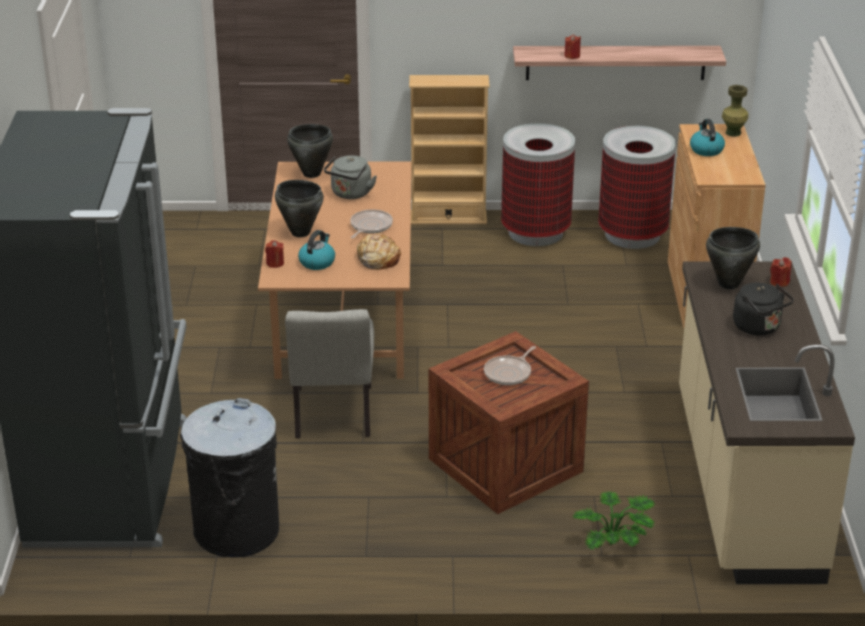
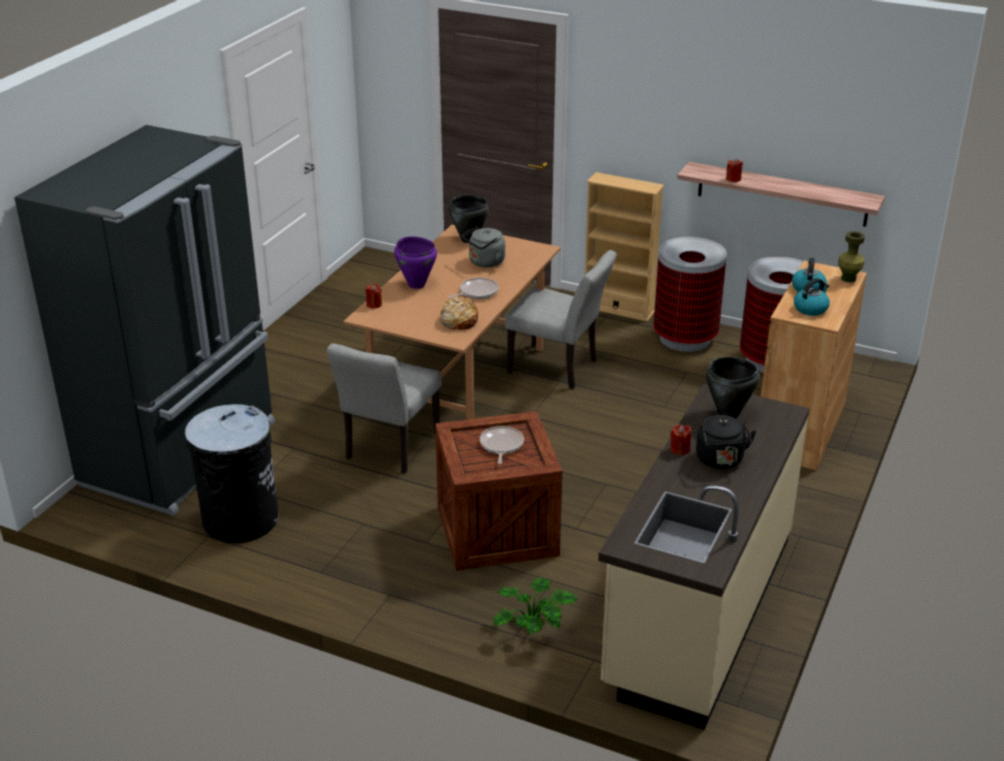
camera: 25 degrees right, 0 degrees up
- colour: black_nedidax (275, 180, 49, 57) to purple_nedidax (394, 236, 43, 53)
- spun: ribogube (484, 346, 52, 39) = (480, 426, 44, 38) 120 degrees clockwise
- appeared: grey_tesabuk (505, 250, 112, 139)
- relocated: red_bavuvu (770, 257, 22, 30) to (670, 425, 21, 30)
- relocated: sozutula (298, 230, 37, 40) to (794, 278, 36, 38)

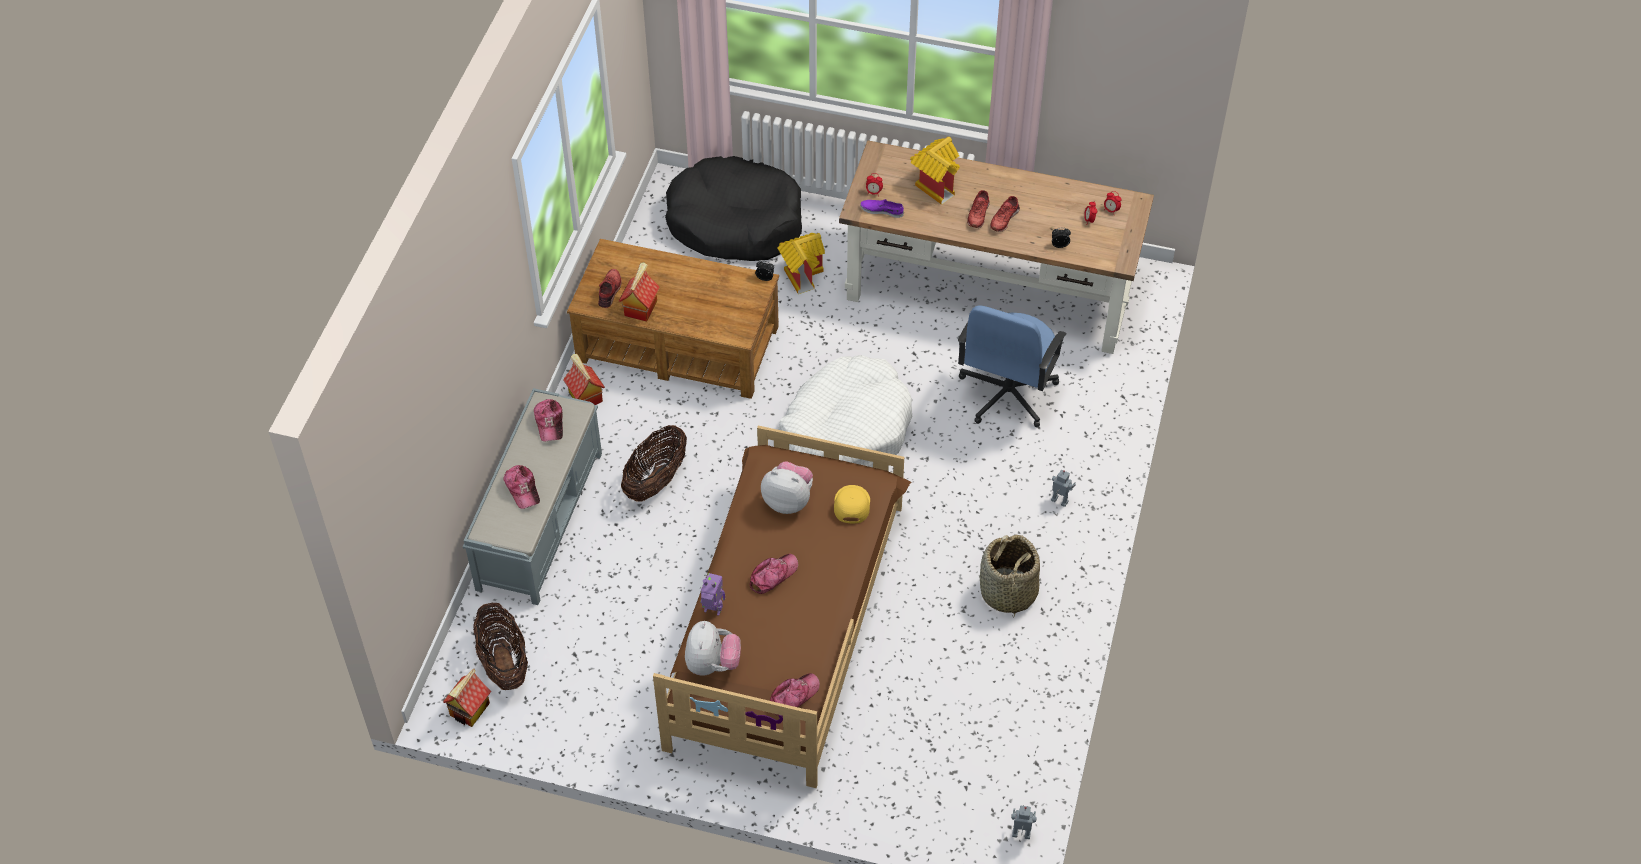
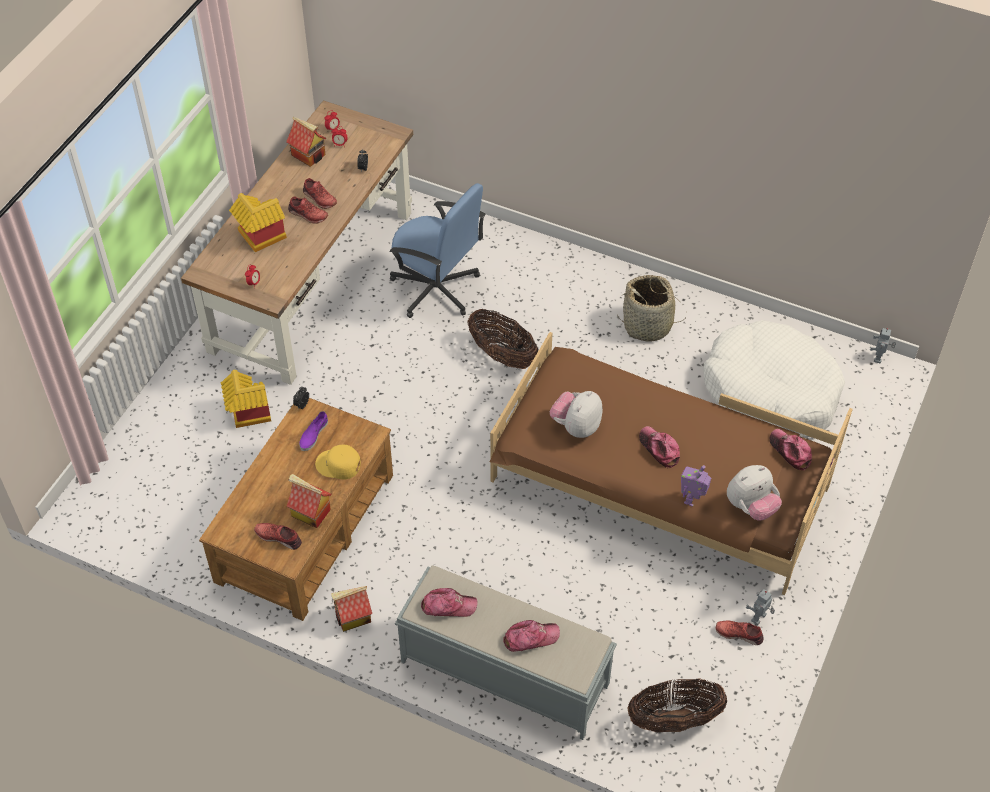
camera: 80 degrees left, 0 degrees up
- relocated: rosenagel (443, 669, 48, 58) to (286, 117, 41, 50)
- relocated: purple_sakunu (860, 199, 44, 19) to (299, 411, 29, 40)
- relocated: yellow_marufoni (834, 485, 36, 38) to (315, 445, 46, 35)
- relocated: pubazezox (621, 425, 66, 77) to (467, 309, 72, 60)
- relocated: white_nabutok (778, 355, 134, 112) to (704, 320, 141, 118)
- appeared: red_sakunu (715, 621, 49, 24)
- spun: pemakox (685, 621, 56, 55) = (727, 465, 55, 56) 135 degrees clockwise
- relocated: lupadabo (1051, 470, 25, 37) to (746, 589, 29, 36)
- missing: black_nabutok (665, 156, 137, 105)

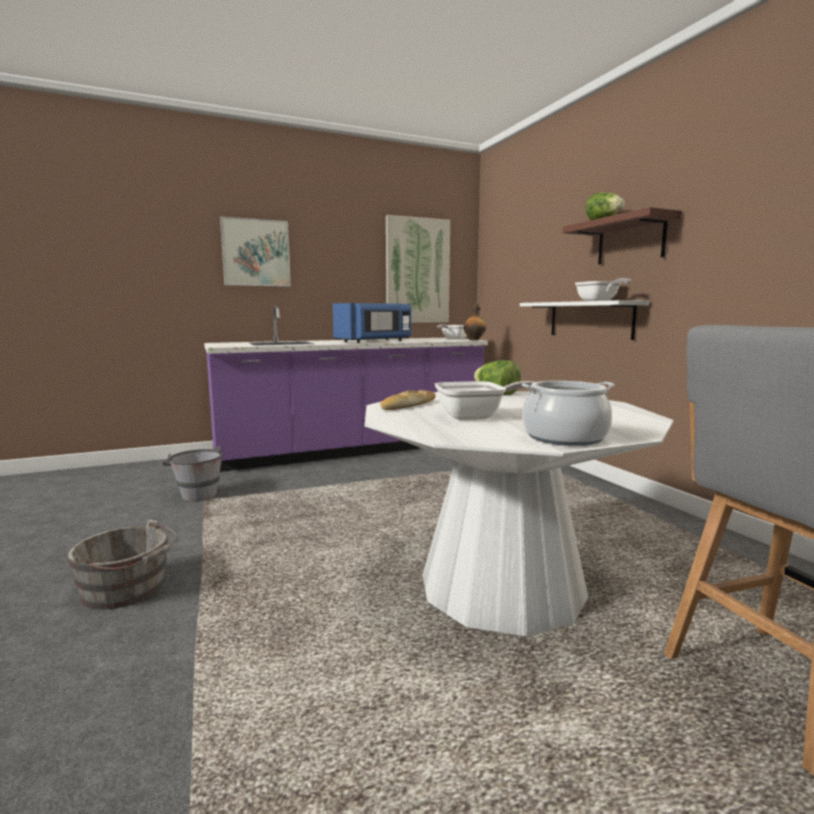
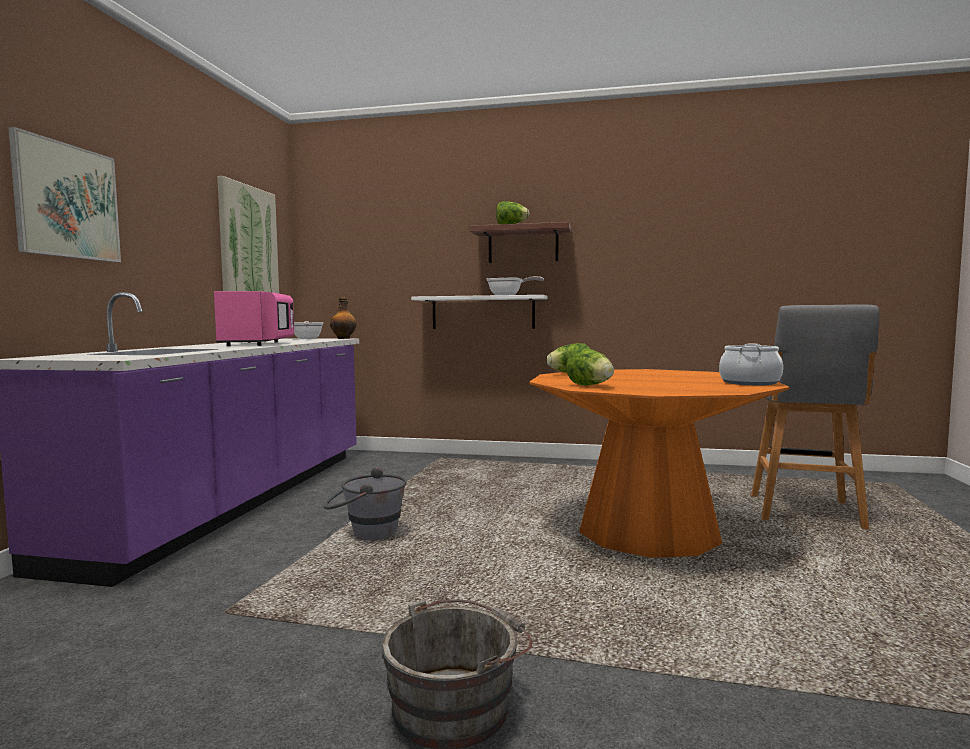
camera: 55 degrees left, 5 degrees down
- colour: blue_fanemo (333, 303, 78, 40) to pink_fanemo (214, 291, 80, 55)
- relocated: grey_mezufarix (162, 446, 61, 55) to (324, 467, 83, 73)
- colour: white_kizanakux (365, 391, 309, 245) to orange_kizanakux (529, 369, 261, 189)
- exchanged: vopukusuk (380, 390, 56, 20) to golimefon (566, 348, 48, 38)
- missing: ribogube (435, 381, 99, 39)

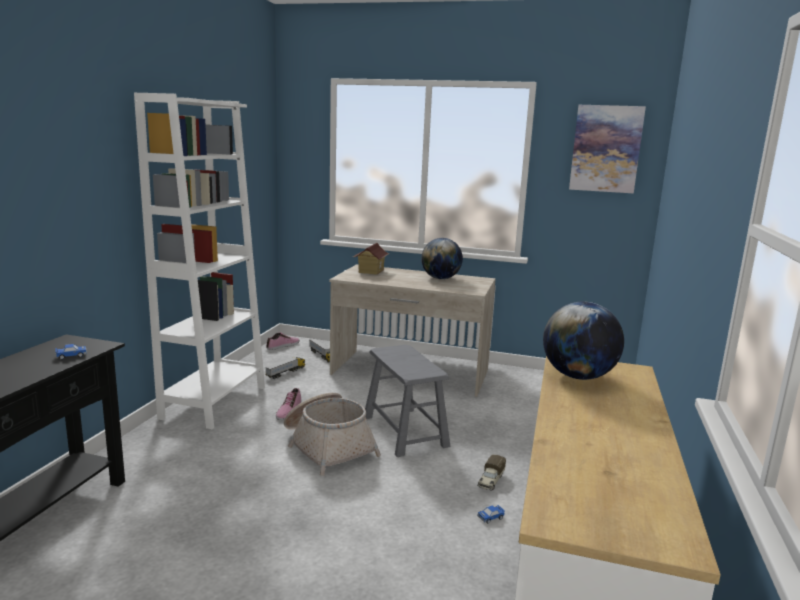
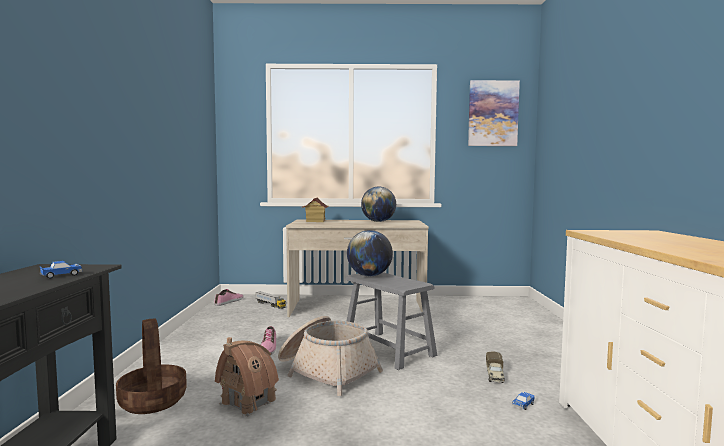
camera: 15 degrees left, 10 degrees down
- appeared: pubazezox (116, 318, 71, 96)
- appeared: rosenagel (215, 337, 64, 79)
- relocated: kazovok (543, 302, 81, 78) to (347, 230, 46, 46)
- missing: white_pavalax (134, 93, 131, 336)
- missing: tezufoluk (265, 357, 40, 22)

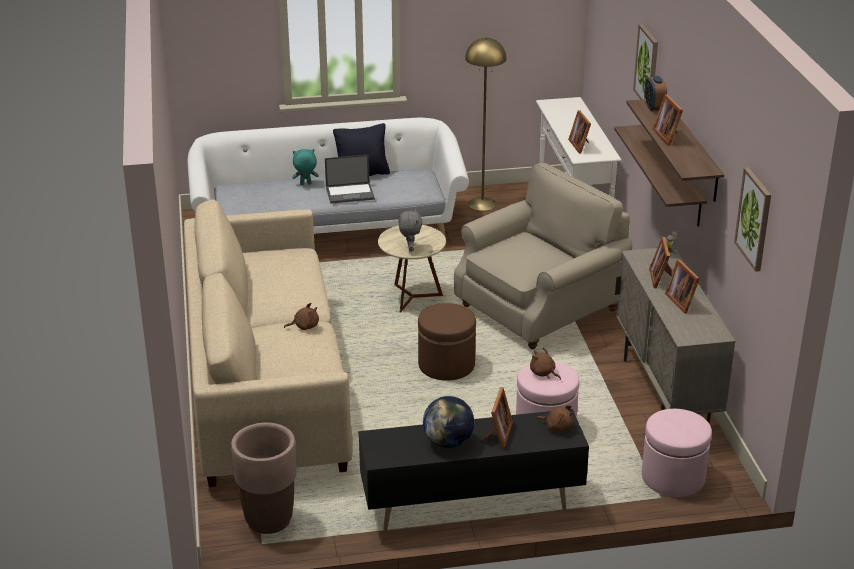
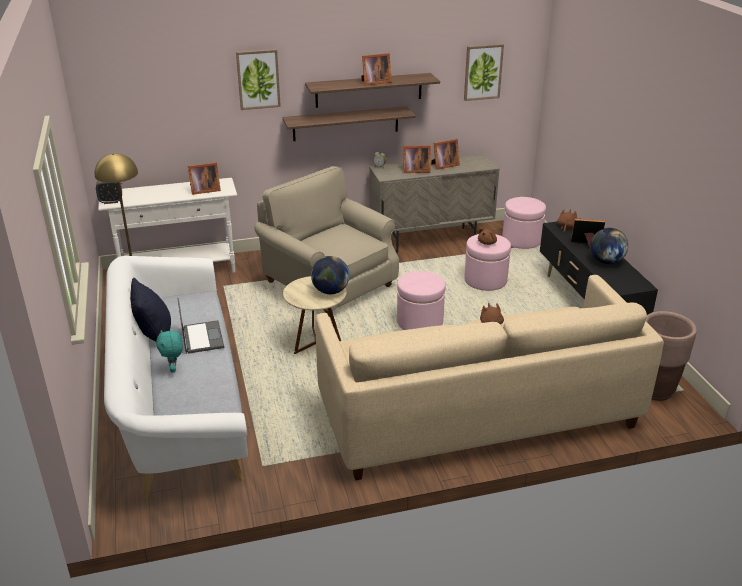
camera: 95 degrees left, 0 degrees up
- relocated: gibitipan (644, 76, 23, 36) to (96, 181, 26, 23)
- exchanged: grey_pemakox (398, 209, 25, 42) to kazovok (311, 256, 39, 38)
- colour: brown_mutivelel (418, 303, 58, 78) to pink_mutivelel (397, 271, 49, 59)

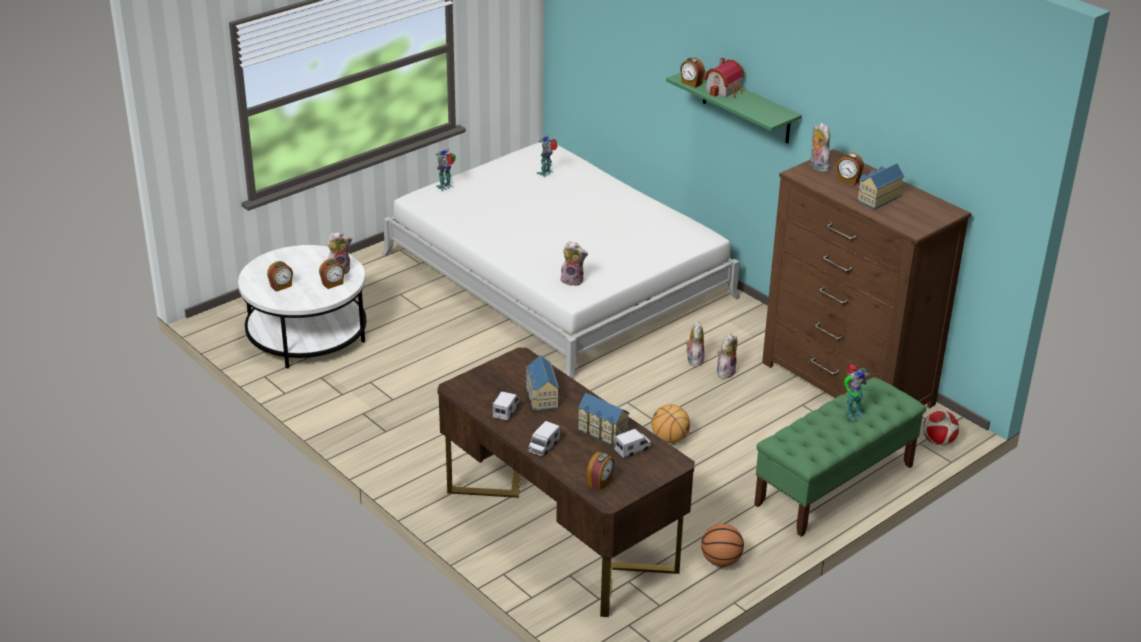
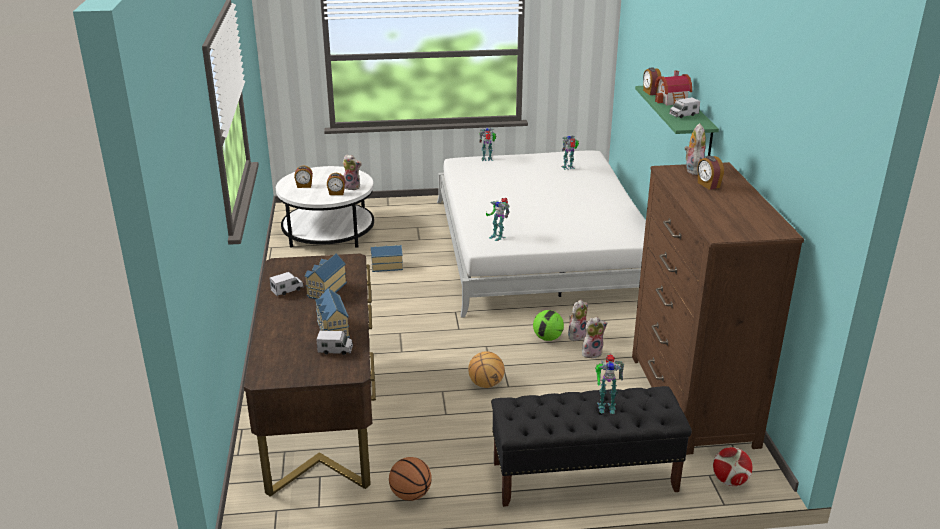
camera: 35 degrees right, 5 degrees down
- relocated: rosenagel (857, 163, 47, 46) to (371, 245, 32, 27)
- exchanged: pemakox (560, 241, 28, 45) to lupadabo (486, 198, 24, 43)
- colour: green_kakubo (754, 377, 172, 160) to black_kakubo (491, 386, 201, 121)
- appeared: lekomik (533, 310, 31, 31)
- relocated: tezufoluk (528, 421, 32, 35) to (669, 97, 31, 21)
- missing: gibitipan (587, 452, 27, 39)

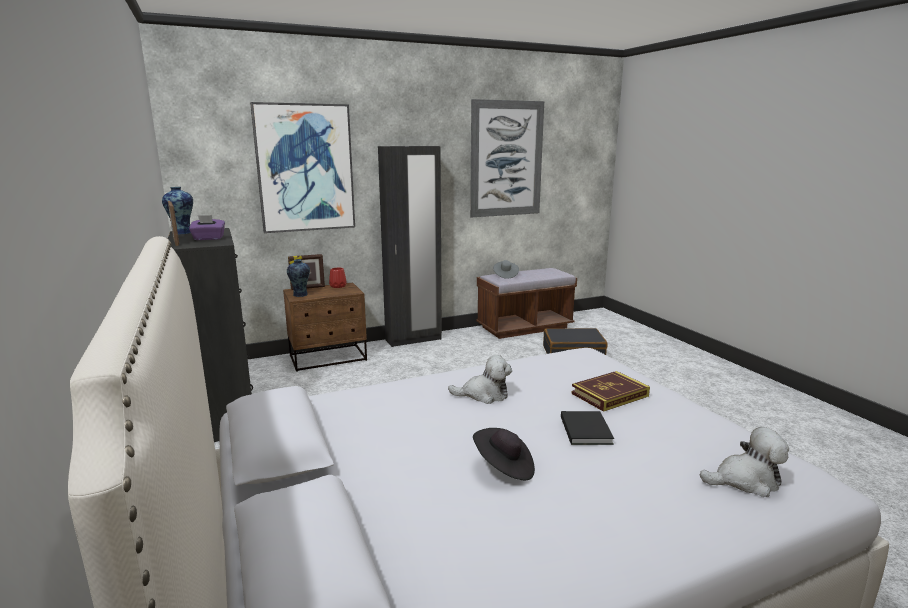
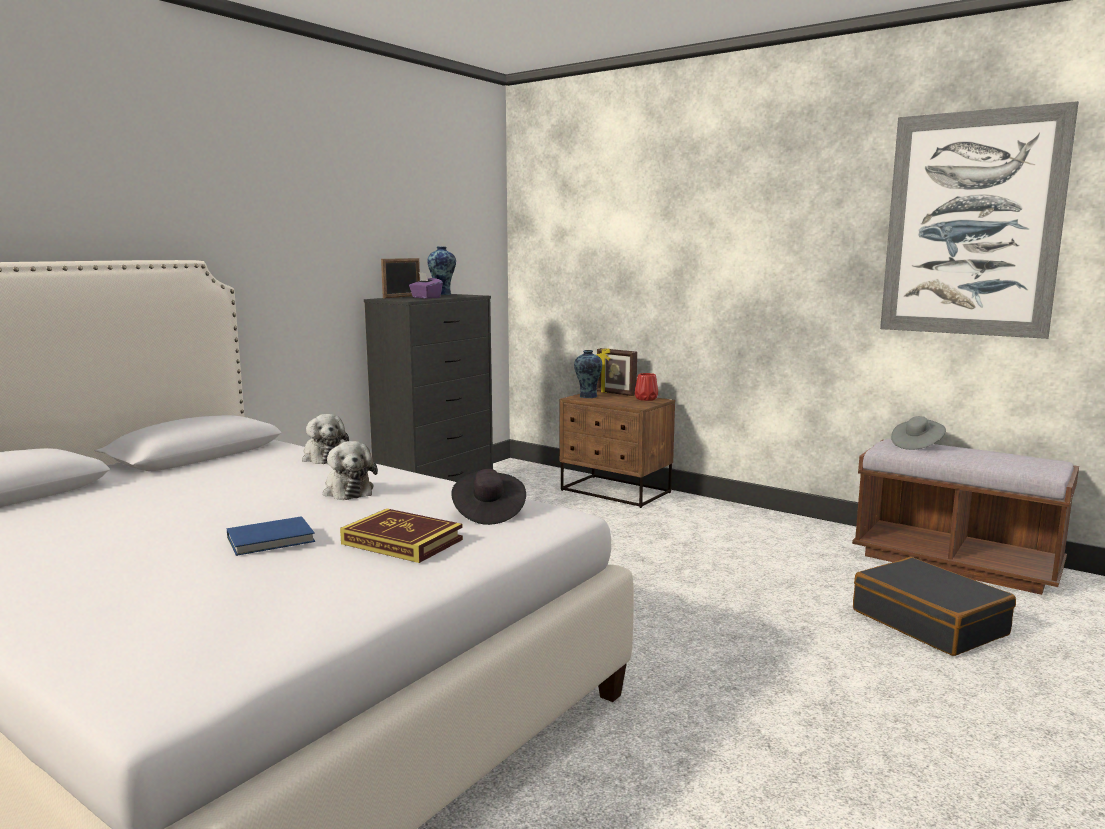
camera: 60 degrees right, 5 degrees down
- colour: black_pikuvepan (561, 411, 53, 34) to blue_pikuvepan (227, 516, 88, 40)
- relocated: pemakox (700, 427, 89, 70) to (302, 414, 47, 50)
- relocated: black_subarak (473, 428, 62, 52) to (451, 469, 75, 56)
- missing: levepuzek (250, 102, 105, 131)
- missing: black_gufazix (378, 146, 64, 201)

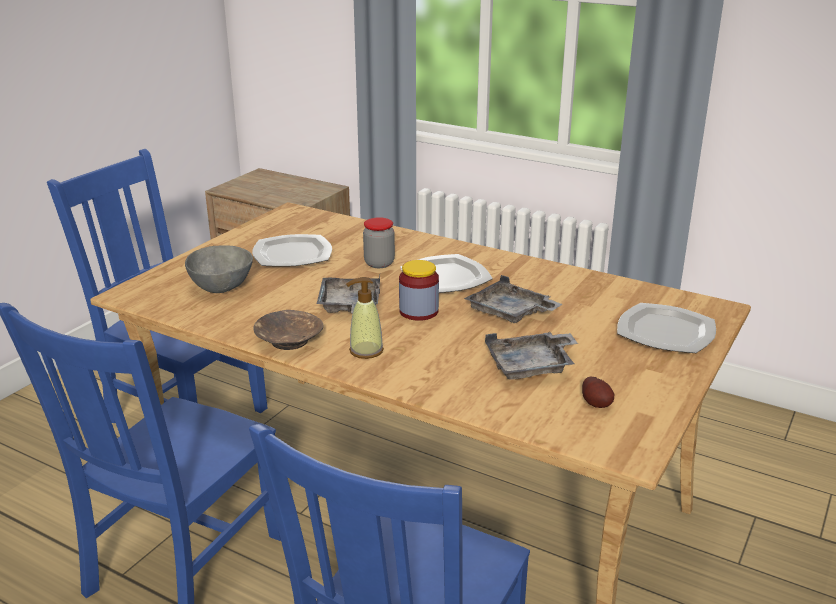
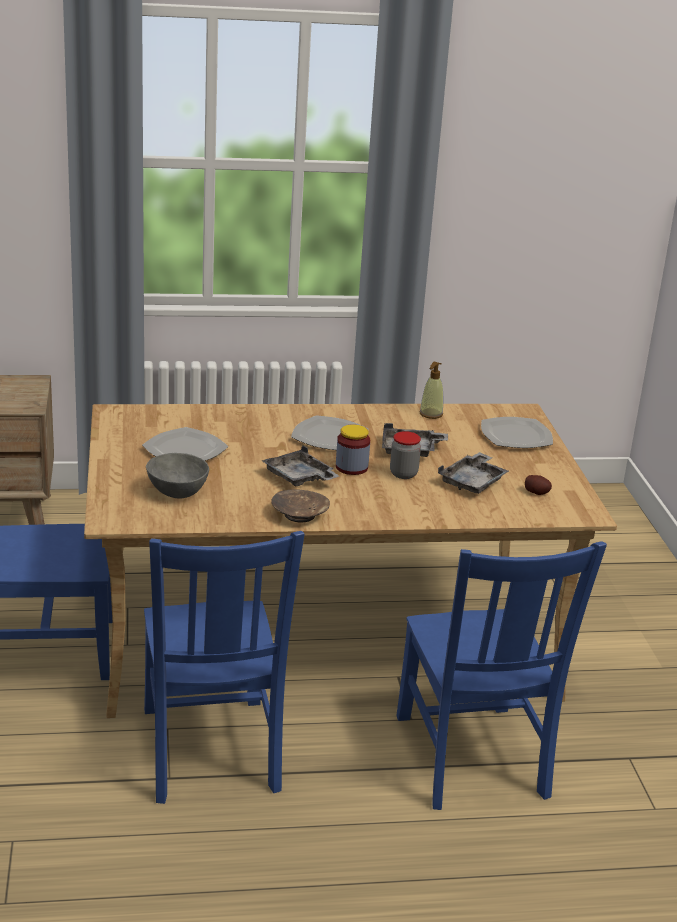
camera: 40 degrees left, 0 degrees up
- relocated: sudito (363, 217, 32, 51) to (390, 431, 31, 48)
- relocated: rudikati (346, 277, 38, 82) to (419, 362, 24, 57)

